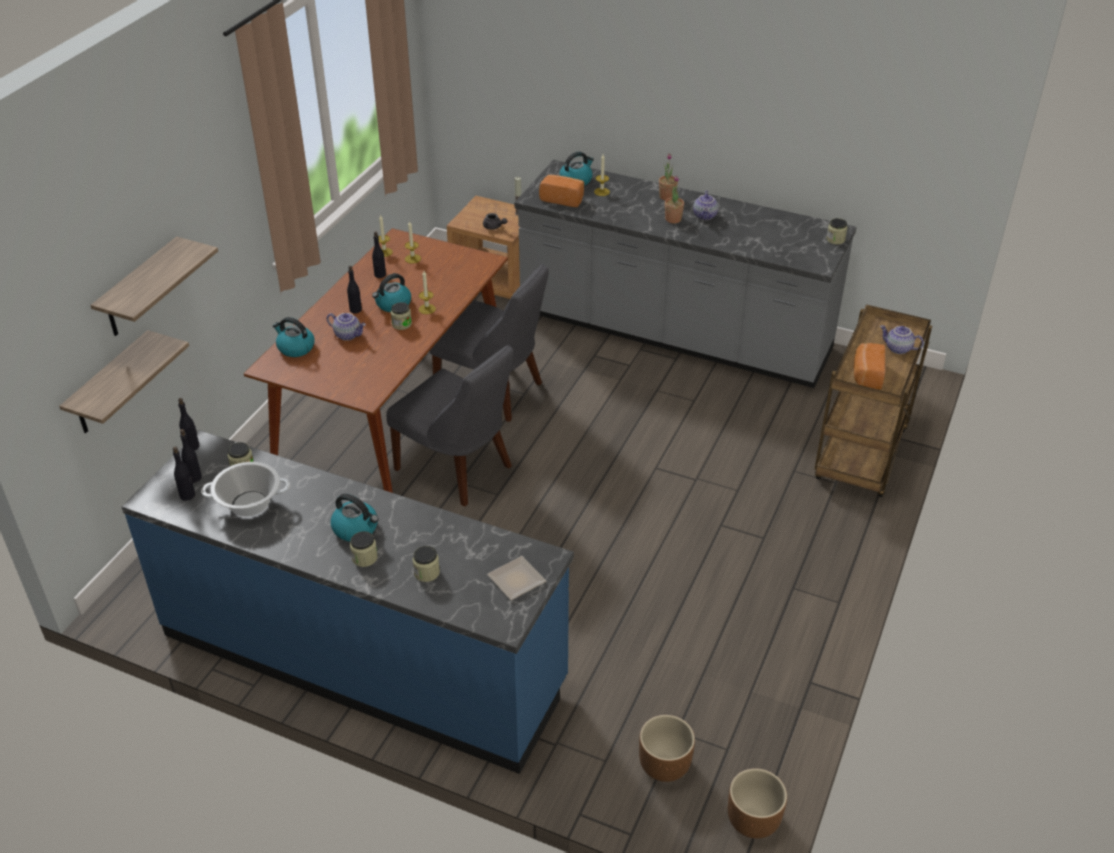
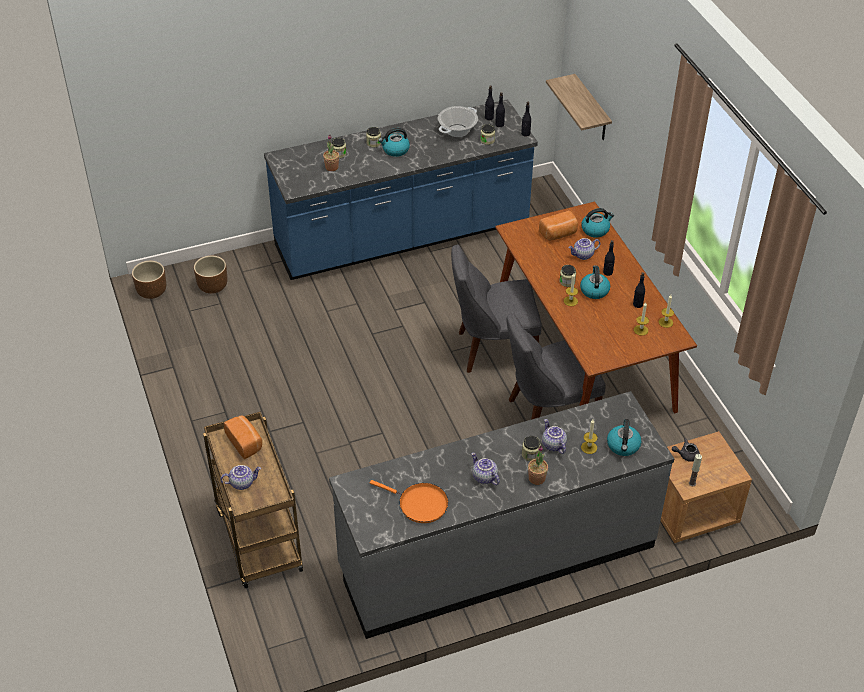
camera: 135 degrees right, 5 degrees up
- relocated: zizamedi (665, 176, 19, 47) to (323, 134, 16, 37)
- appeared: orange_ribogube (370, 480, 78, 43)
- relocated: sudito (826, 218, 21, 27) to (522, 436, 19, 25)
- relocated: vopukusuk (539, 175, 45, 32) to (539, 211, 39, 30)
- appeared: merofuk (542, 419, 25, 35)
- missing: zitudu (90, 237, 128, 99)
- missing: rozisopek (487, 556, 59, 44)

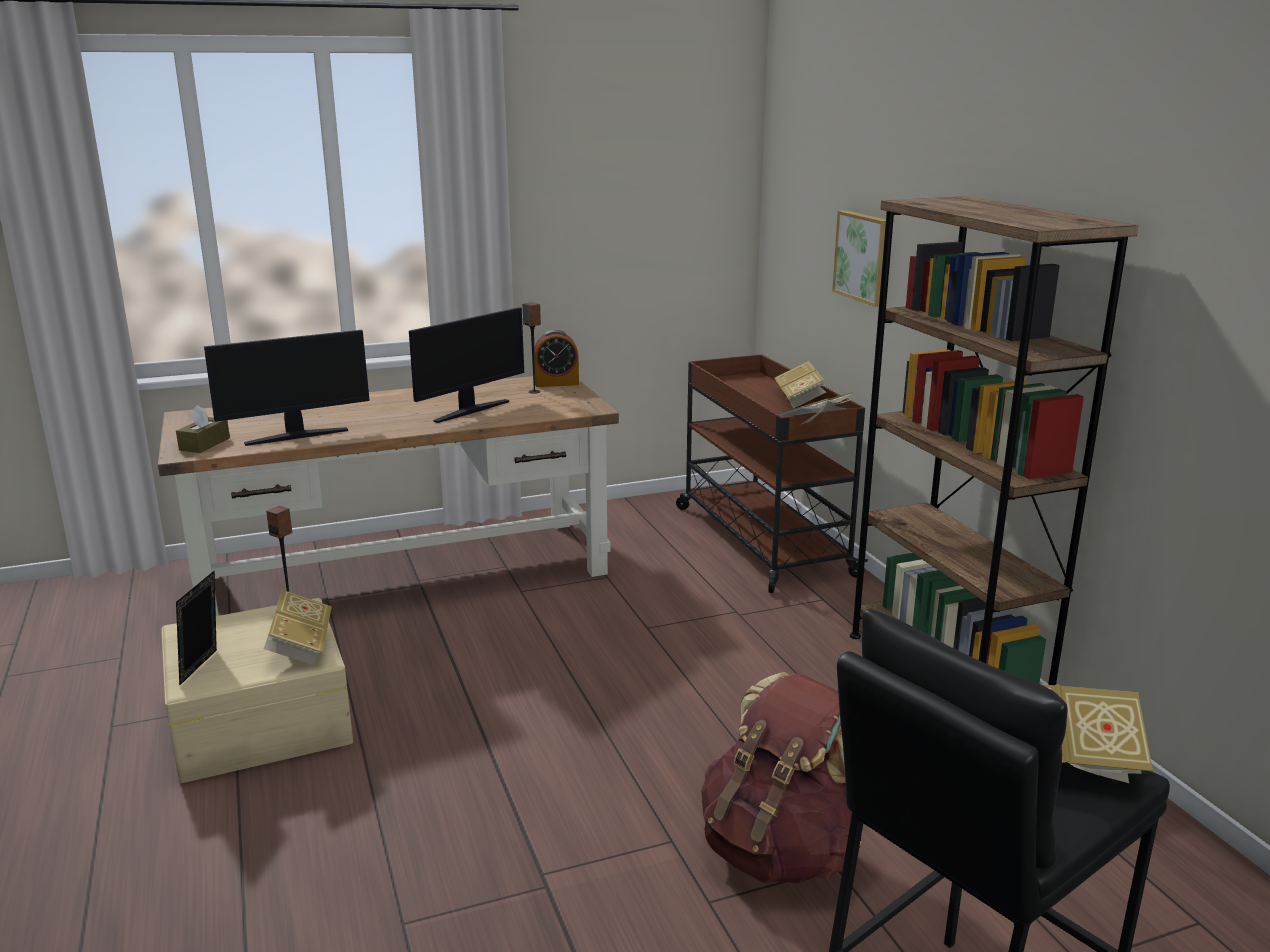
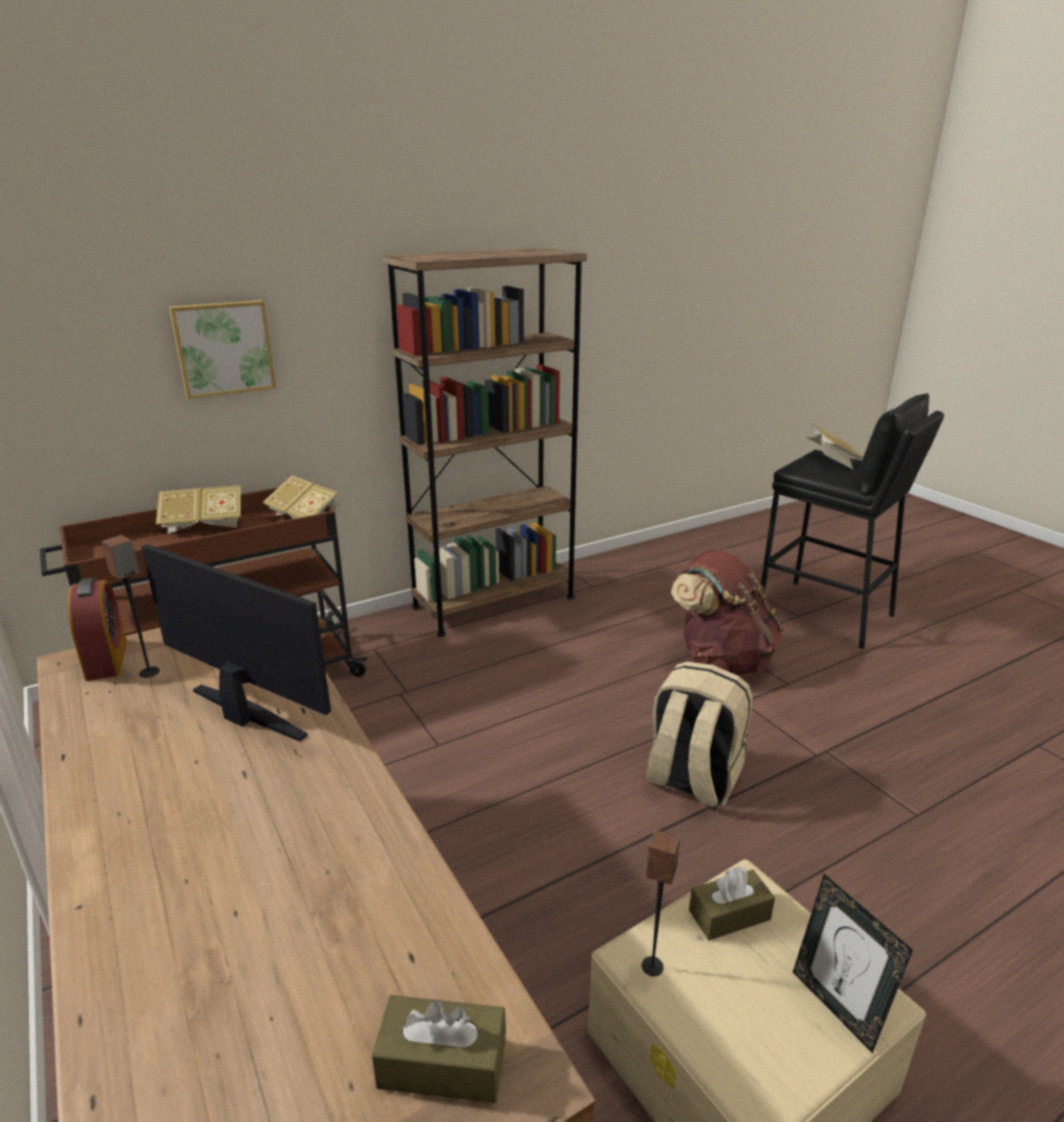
camera: 100 degrees left, 5 degrees up
- appeared: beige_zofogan (646, 662, 107, 147)
- exchanged: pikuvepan (264, 590, 68, 75) to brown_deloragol (689, 866, 86, 74)
- spun: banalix (176, 570, 41, 116) = (793, 874, 120, 179) 60 degrees clockwise
- missing: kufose (204, 330, 166, 116)

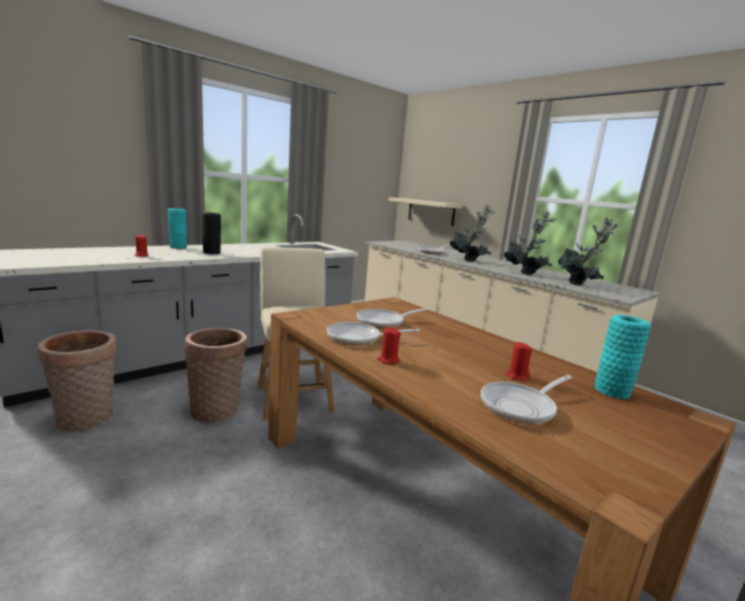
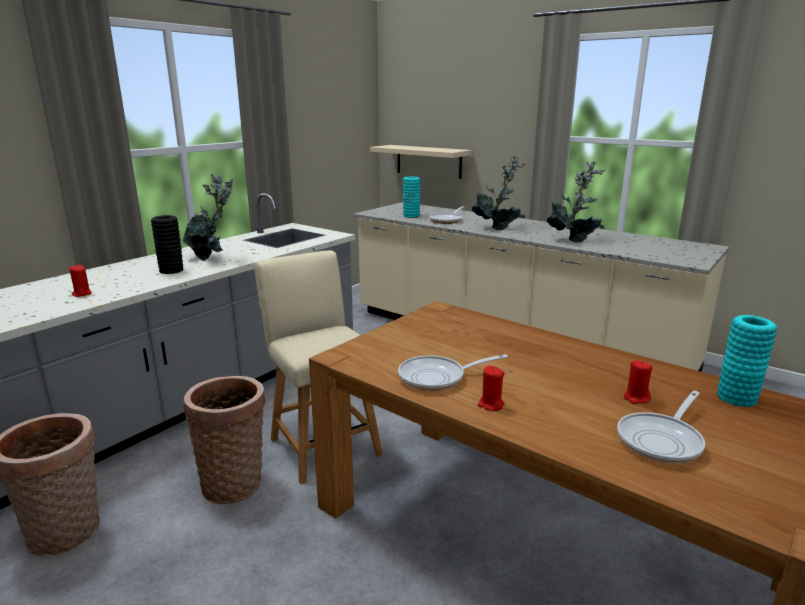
camera: 10 degrees left, 5 degrees up
- relocated: zizamedi (558, 217, 60, 69) to (183, 174, 50, 87)
- relocated: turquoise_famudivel (168, 208, 19, 41) to (403, 177, 17, 41)
- missing: ribogube (357, 308, 73, 20)

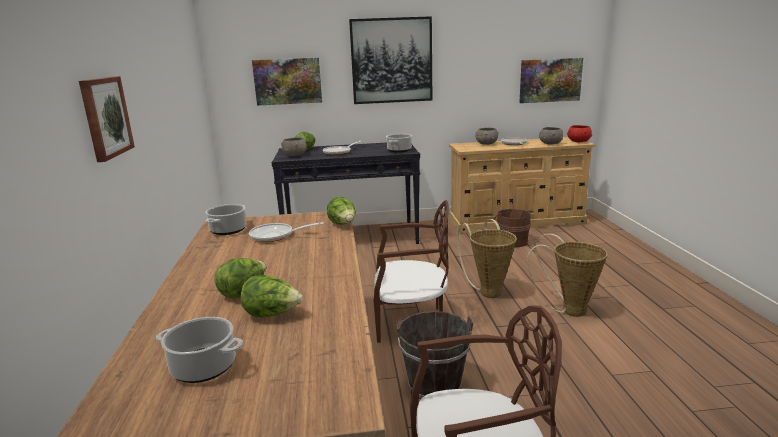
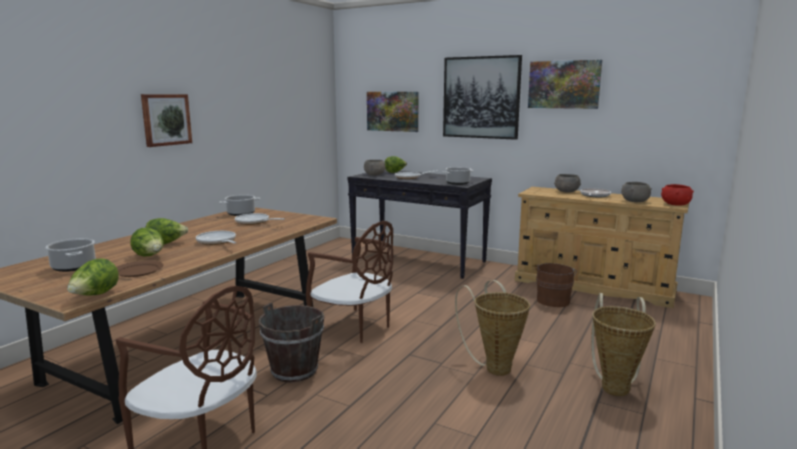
camera: 35 degrees right, 5 degrees down
- relocated: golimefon (327, 197, 29, 28) to (67, 258, 52, 37)
- appeared: brown_rozisopek (117, 261, 46, 16)
- appeared: ribogube (196, 231, 40, 14)
- relocated: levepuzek (519, 58, 64, 45) to (528, 60, 74, 49)
- relocated: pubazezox (457, 219, 60, 79) to (591, 293, 65, 103)

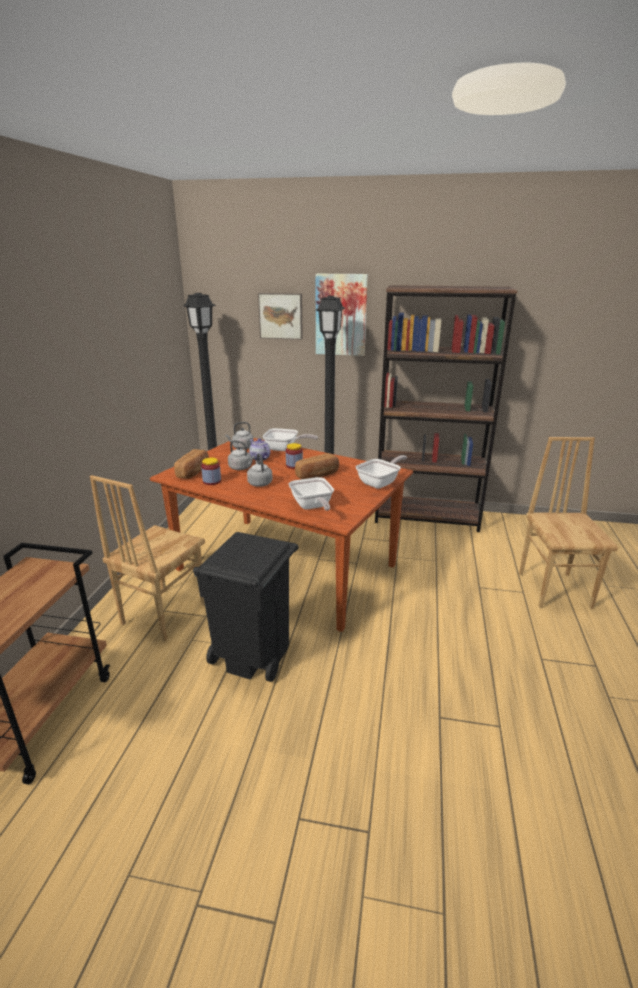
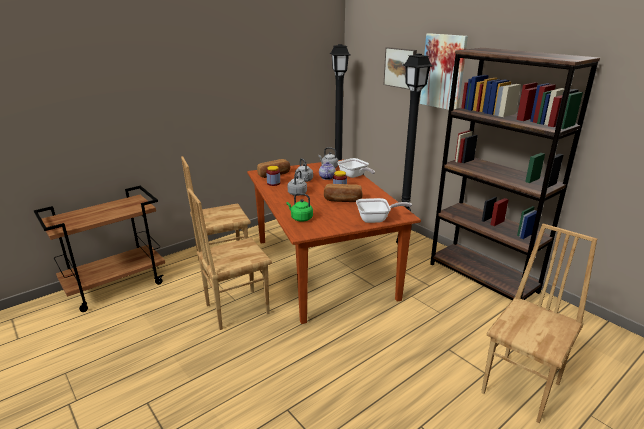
camera: 40 degrees right, 0 degrees up
- exchanged: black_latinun (193, 532, 105, 150) to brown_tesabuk (187, 188, 85, 142)
- exchanged: ribogube (288, 477, 46, 34) to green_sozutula (287, 193, 26, 29)

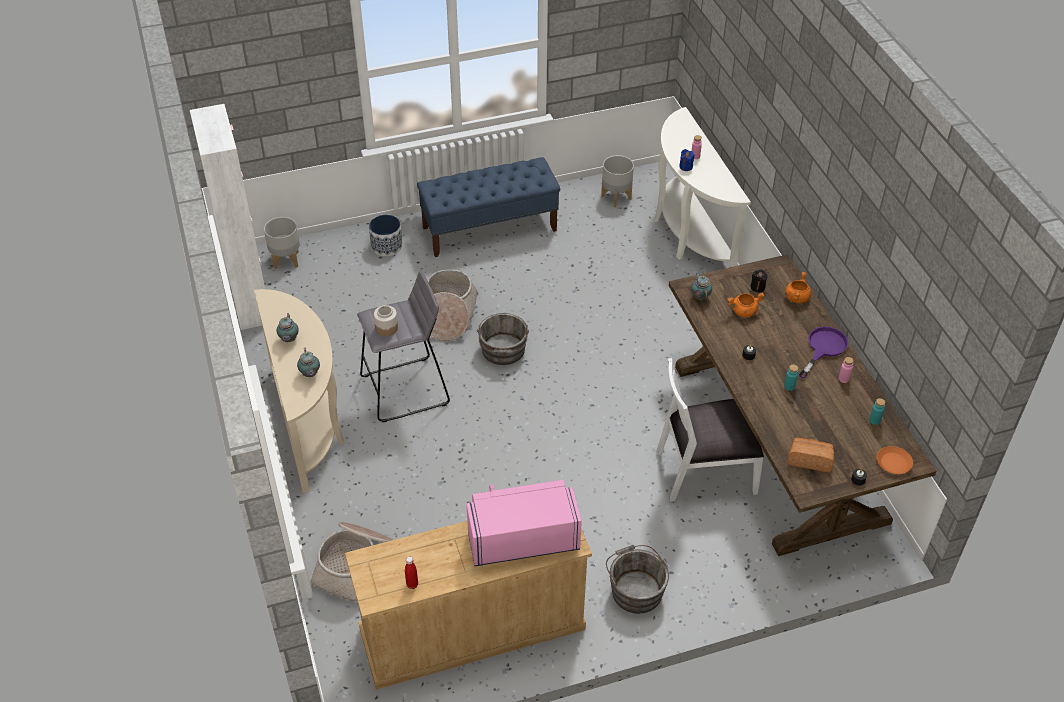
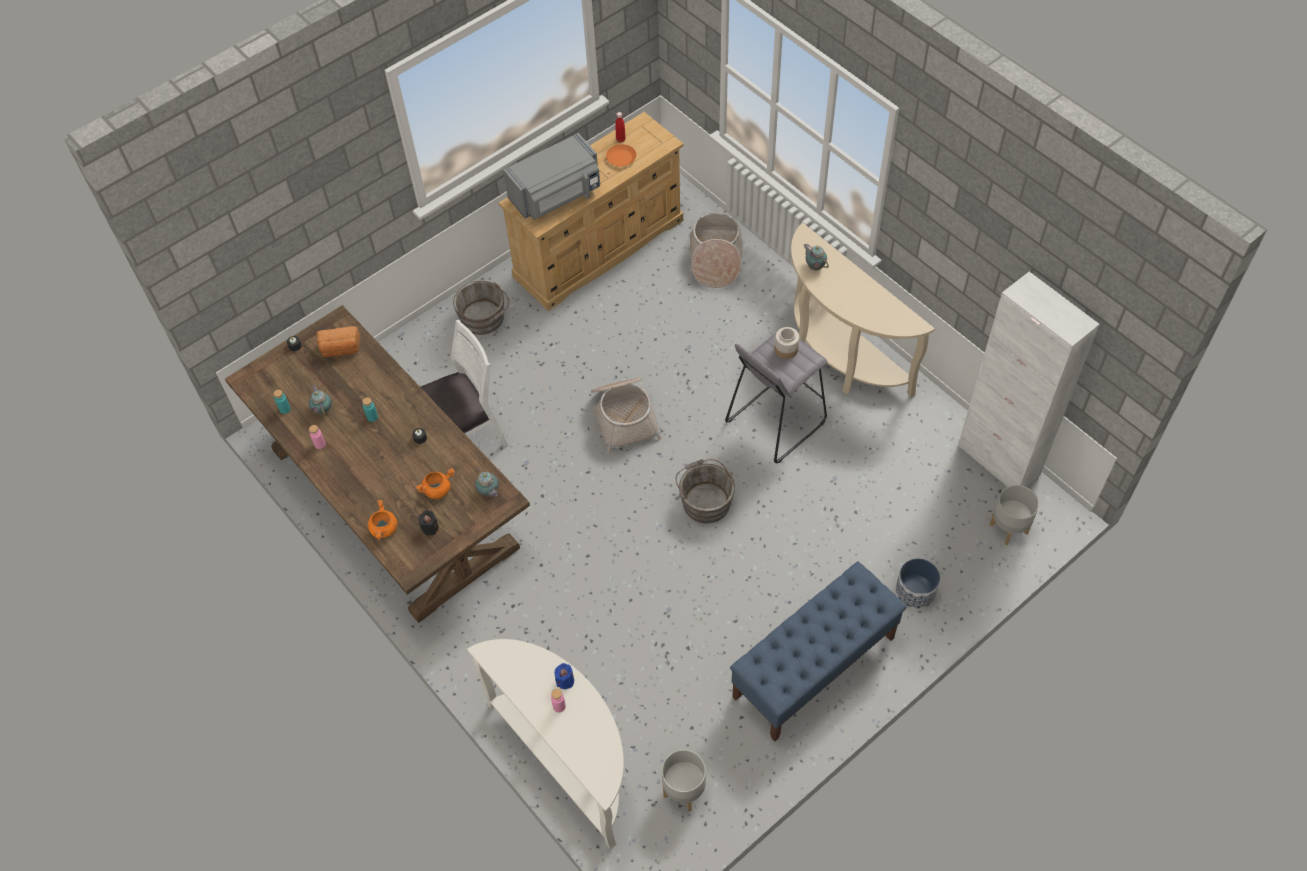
camera: 160 degrees right, 10 degrees up
- relocated: merofuk (277, 314, 22, 28) to (309, 385, 23, 31)
- colour: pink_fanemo (466, 480, 116, 86) to grey_fanemo (503, 133, 97, 87)
- relocated: pubazezox (427, 269, 52, 72) to (591, 377, 71, 76)
- relocated: orange_rozisopek (877, 446, 36, 28) to (606, 144, 30, 22)
- missing: purple_ribogube (799, 326, 49, 53)

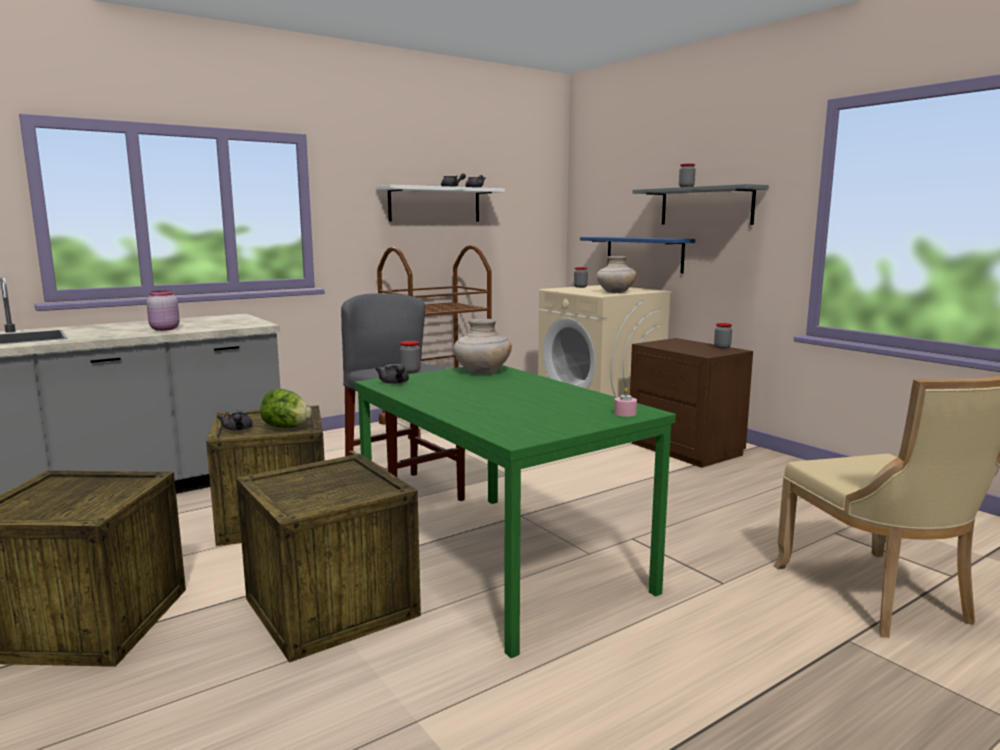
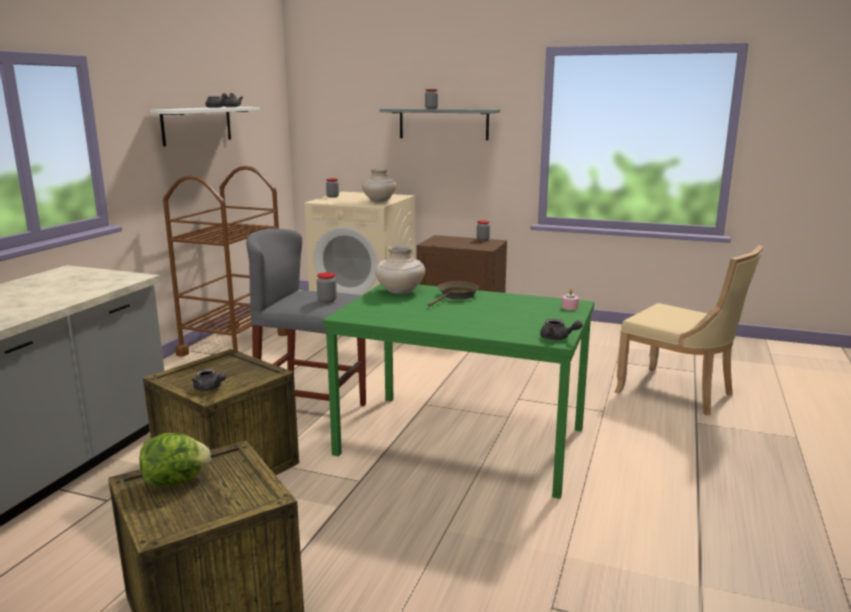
camera: 35 degrees left, 5 degrees up
- relocated: golimefon (260, 389, 52, 39) to (139, 433, 72, 53)
- appeared: brown_ribogube (428, 281, 51, 26)
- relocated: grey_merofuk (375, 364, 34, 20) to (540, 319, 43, 21)
- missing: pink_sudito (146, 290, 34, 41)
- missing: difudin (236, 454, 185, 209)
- missing: blue_zitudu (580, 237, 115, 36)

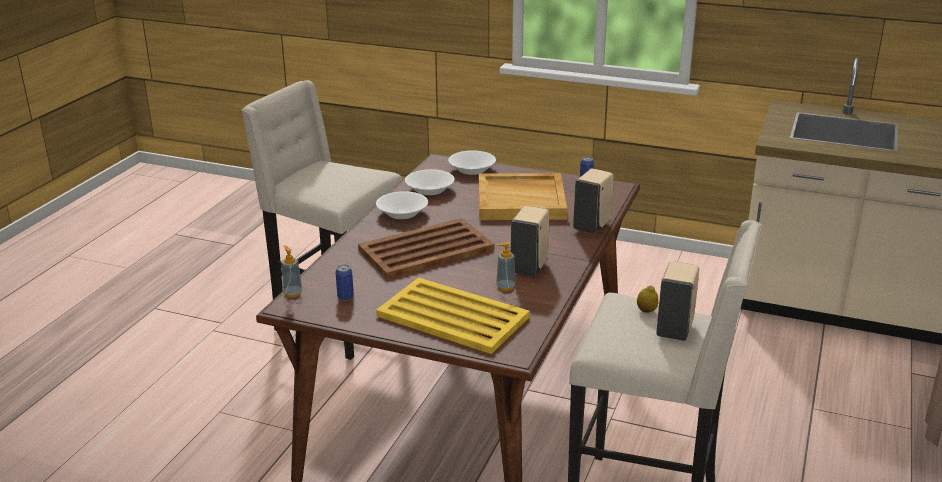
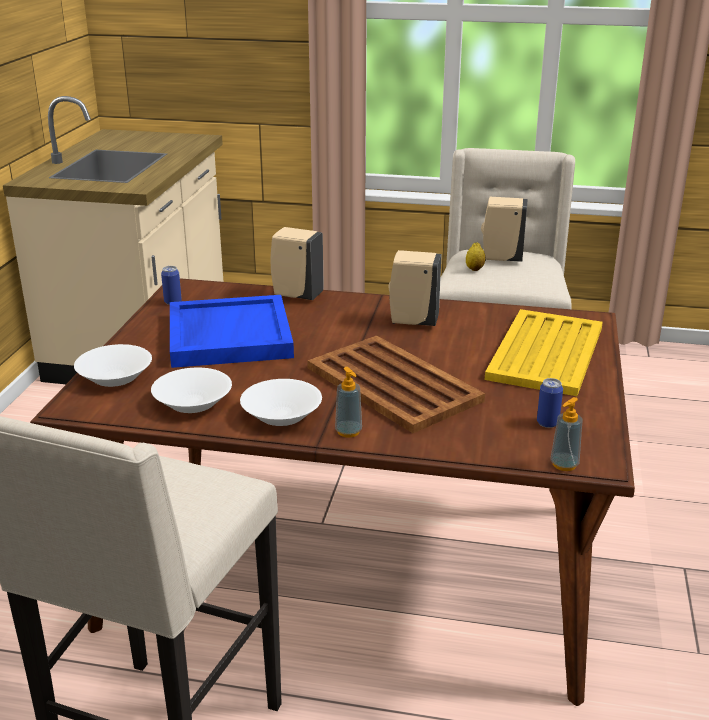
camera: 100 degrees left, 0 degrees up
- colour: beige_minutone (479, 173, 88, 47) to blue_minutone (170, 295, 124, 73)
- relocated: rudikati (496, 242, 20, 49) to (335, 367, 27, 71)

